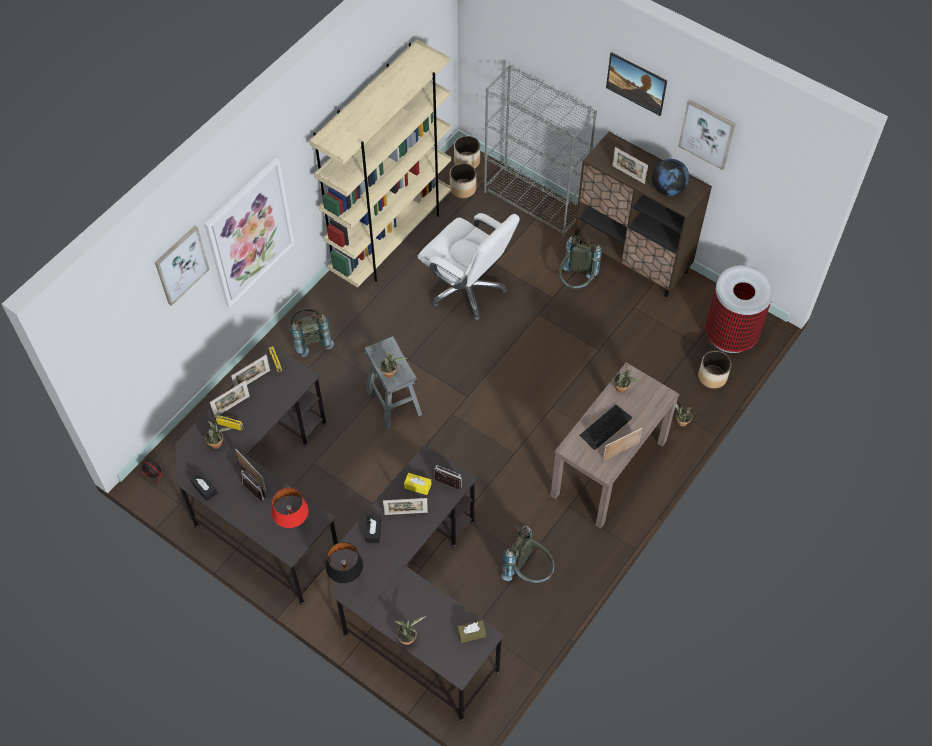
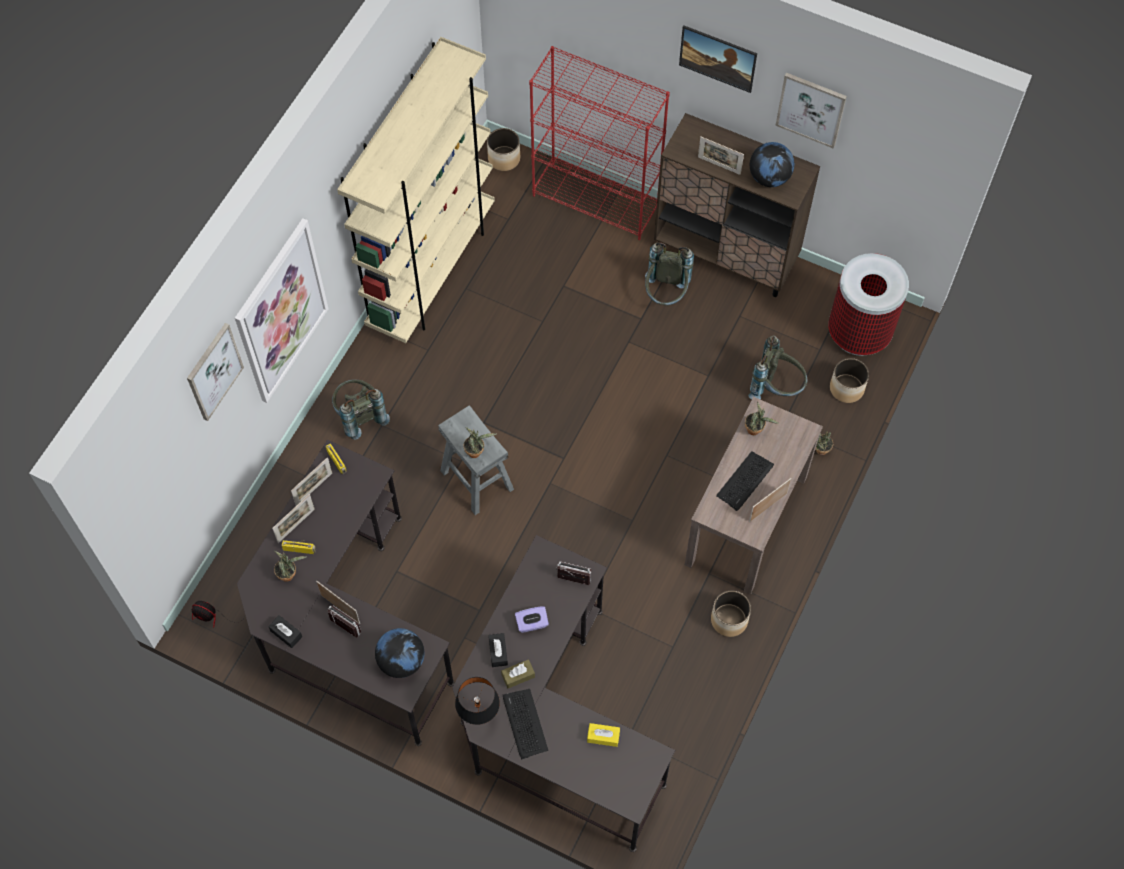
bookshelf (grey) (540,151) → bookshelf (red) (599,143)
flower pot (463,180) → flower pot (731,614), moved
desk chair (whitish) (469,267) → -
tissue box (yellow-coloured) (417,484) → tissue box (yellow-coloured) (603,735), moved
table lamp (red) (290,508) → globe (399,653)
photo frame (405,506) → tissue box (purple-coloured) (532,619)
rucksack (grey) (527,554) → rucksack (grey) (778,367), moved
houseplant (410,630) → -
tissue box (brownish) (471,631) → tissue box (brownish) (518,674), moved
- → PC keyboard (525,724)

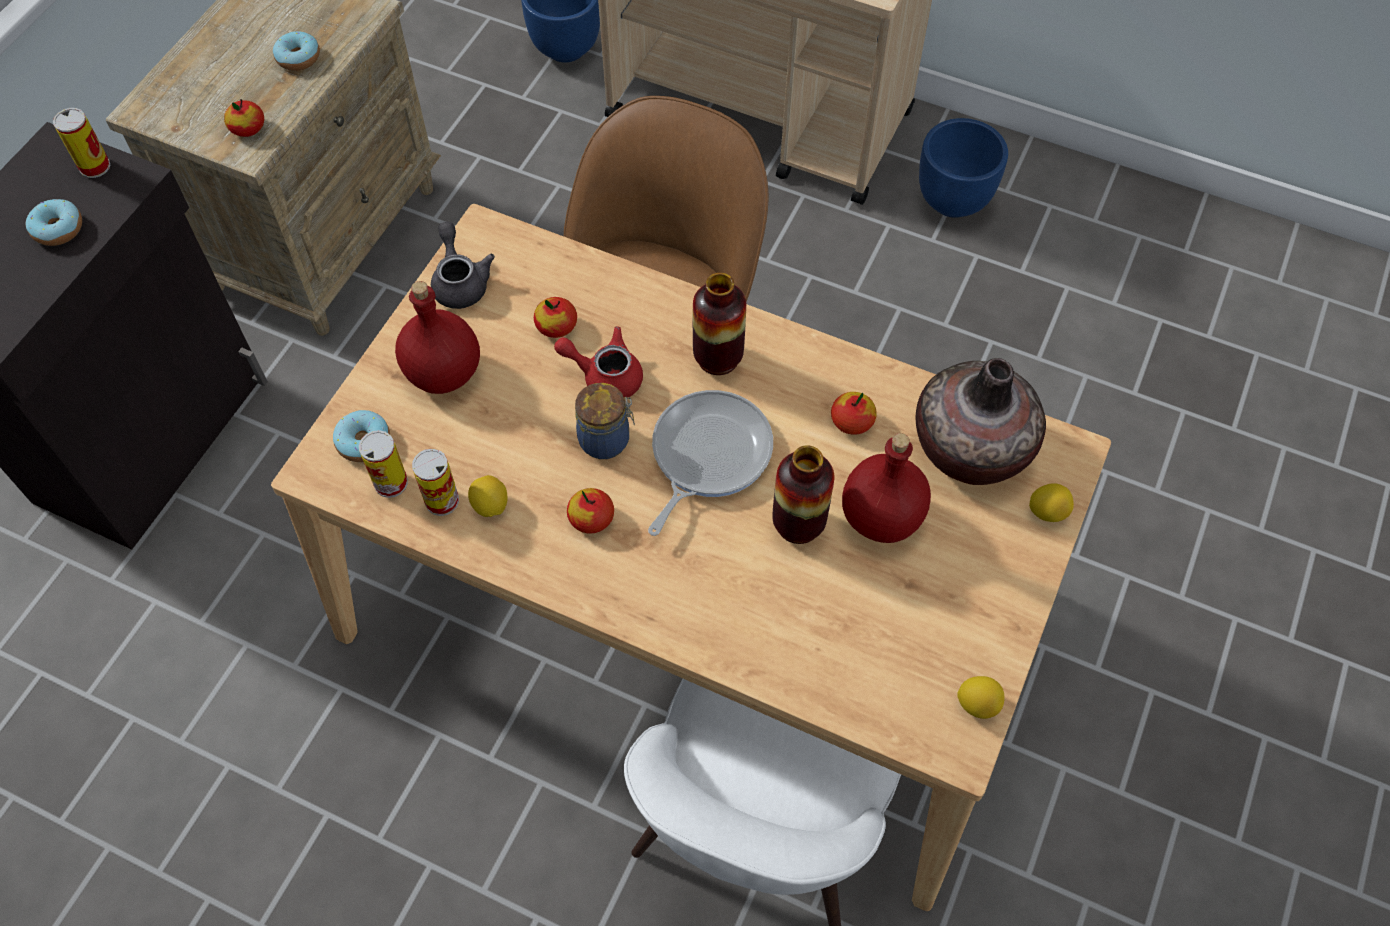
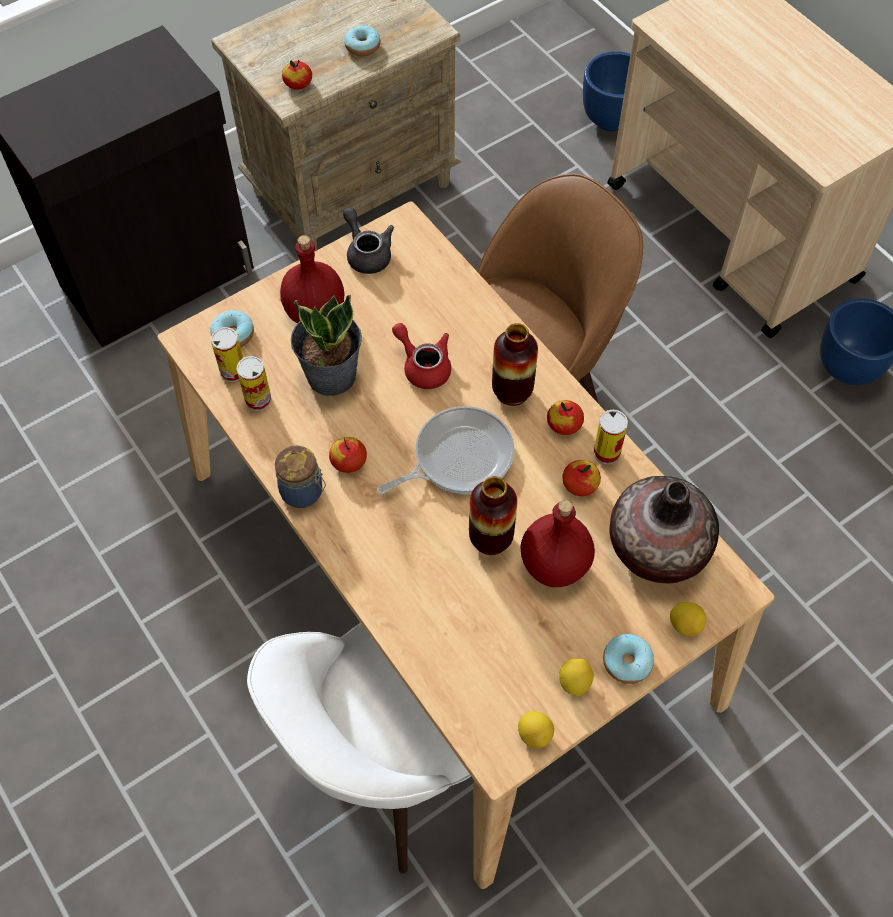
can (81,143) → can (610,436), moved
ring doughnut (53,222) → ring doughnut (628,659), moved
teapot (grey) (463,265) → teapot (grey) (368,241), 45 degrees counterclockwise
apple fruit (555,317) → apple fruit (565,417), moved
storage jar (605,421) → storage jar (300,476), moved
lemon (487,496) → lemon (576,677), moved
- → houseplant (326,345)

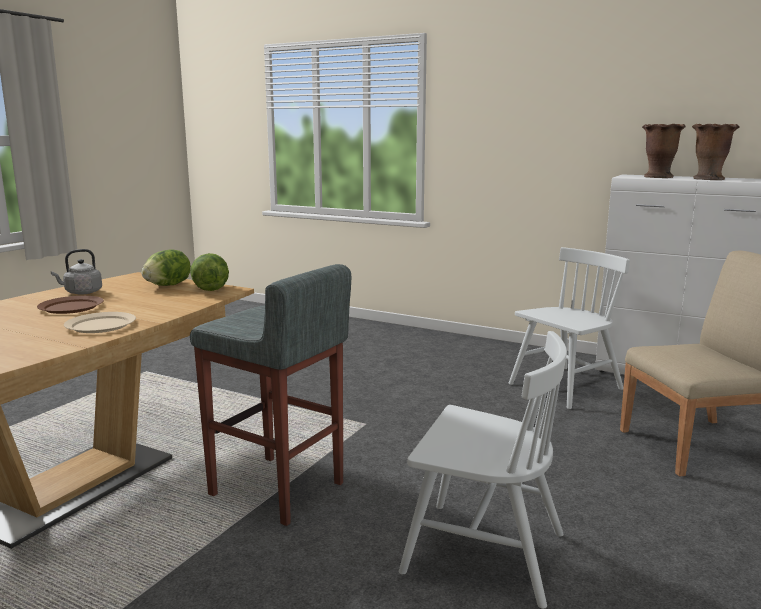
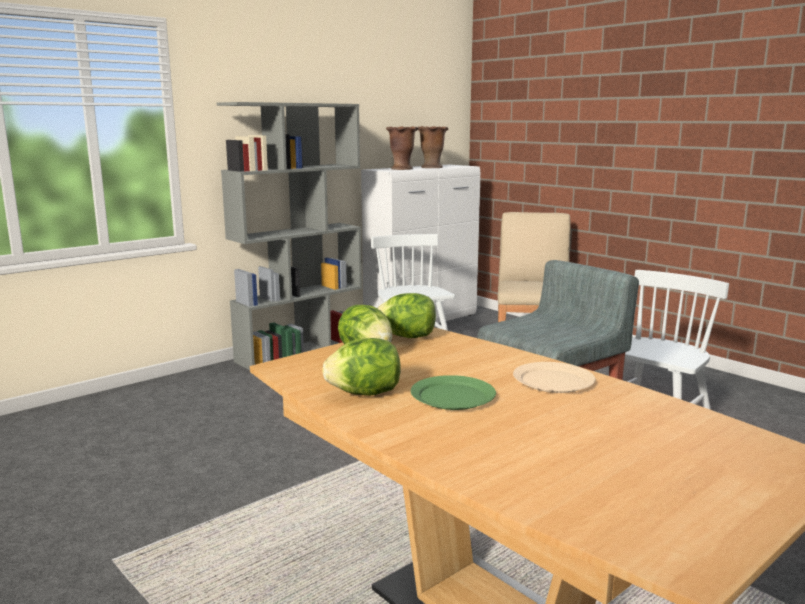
tea kettle (grey) (76,272) → head of lettuce (361,367)
dinner plate (brownish) (70,305) → dinner plate (greenish) (453,392)
- → bookshelf (grey) (289,236)

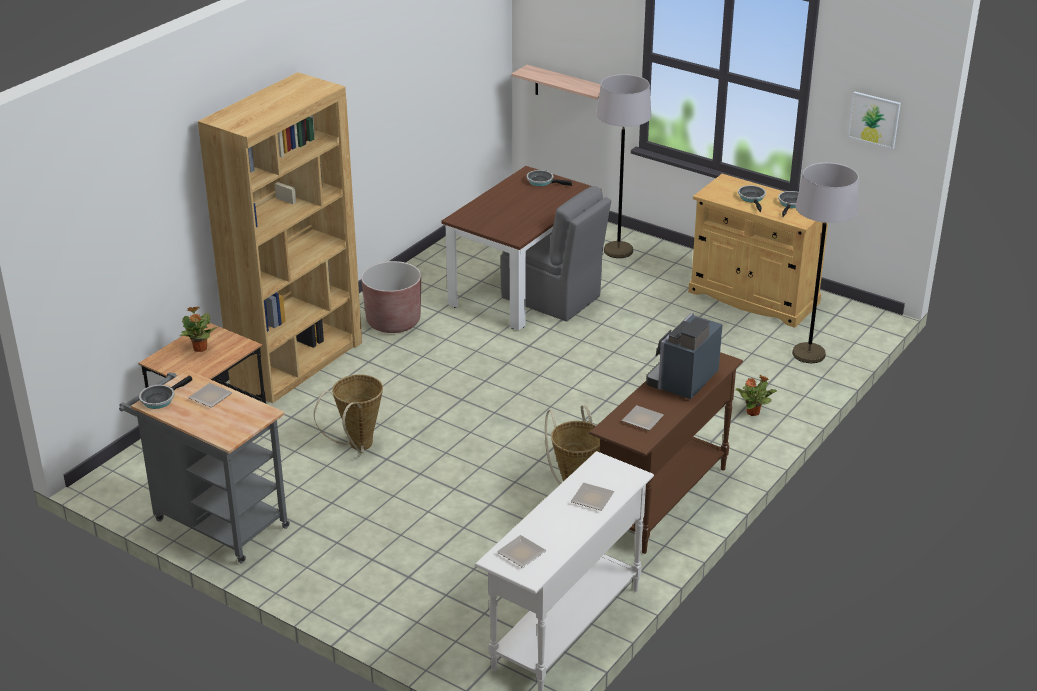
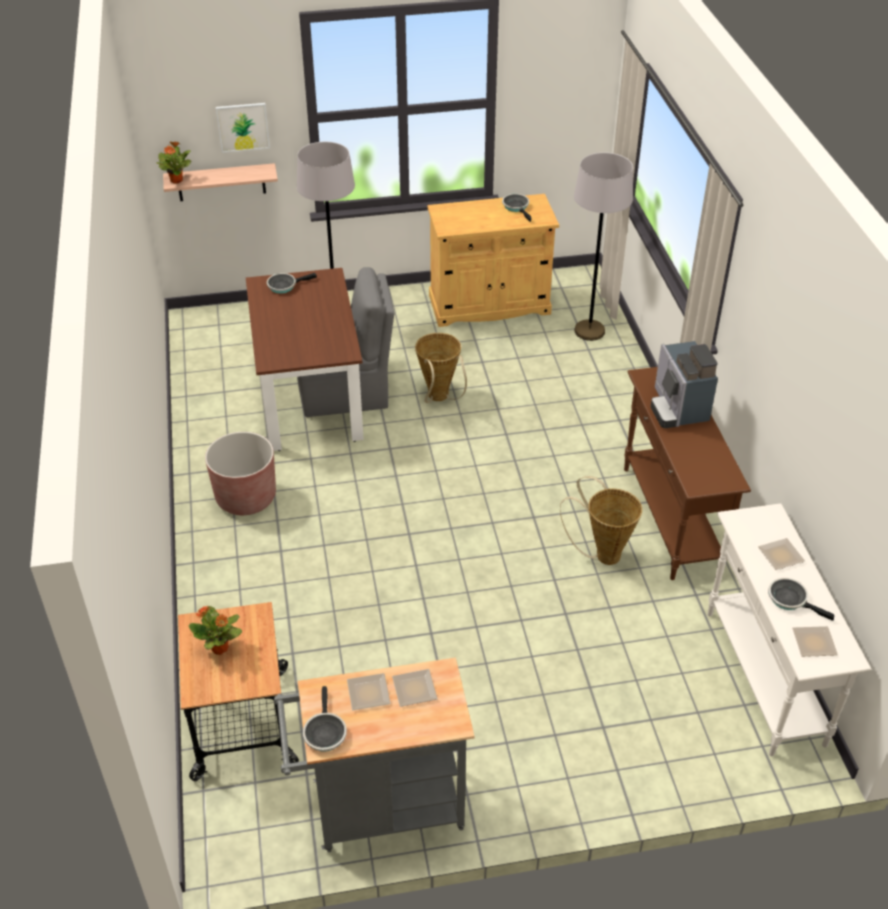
bookshelf (brownish) (280,237) → -
wall picture (874,120) → wall picture (243,128), moved
skillet (752,198) → skillet (801,599), moved
household basket (348,413) → household basket (441,368), moved
houseplant (756,395) → houseplant (173,162), moved
dinner plate (643,418) → dinner plate (415,688), moved

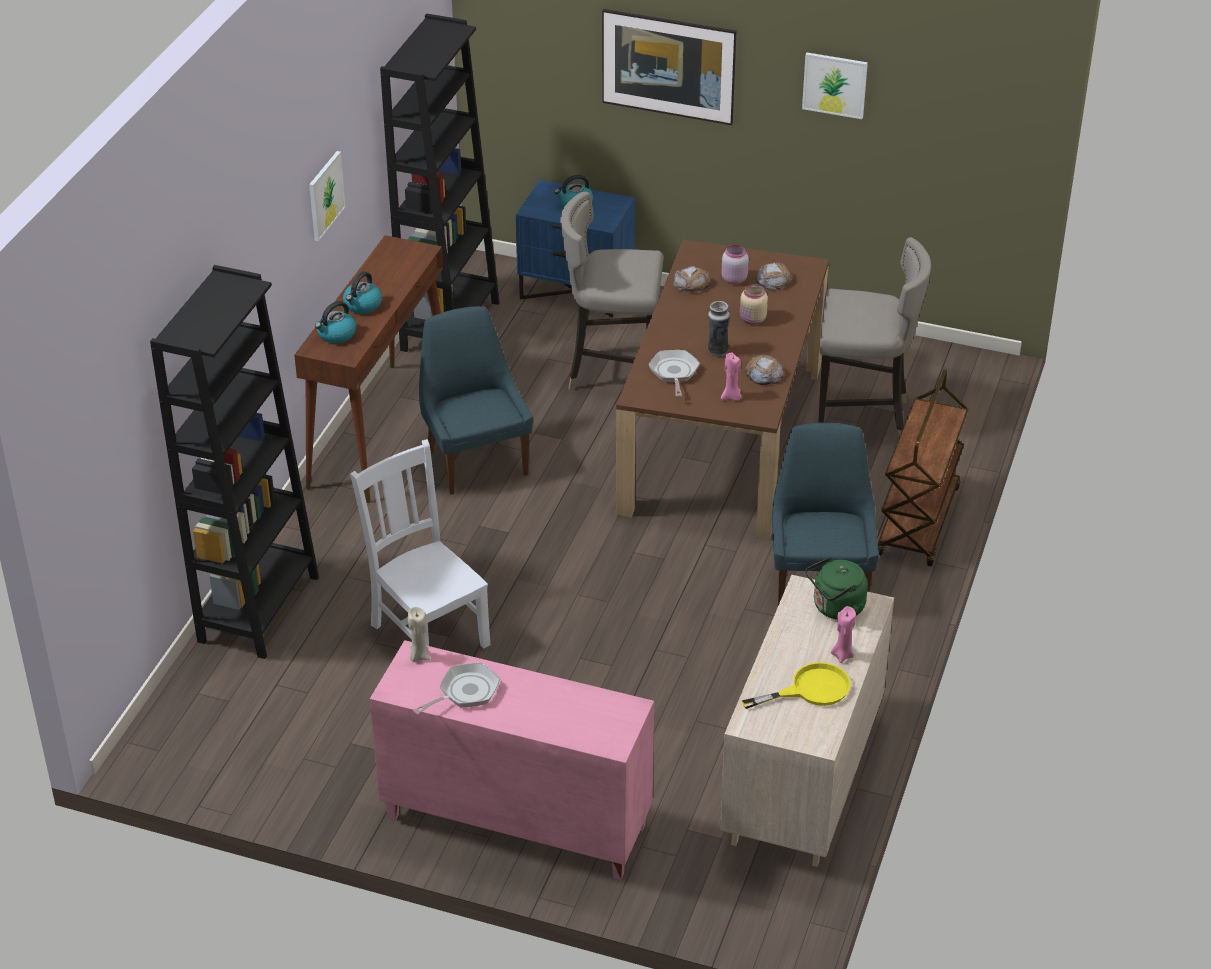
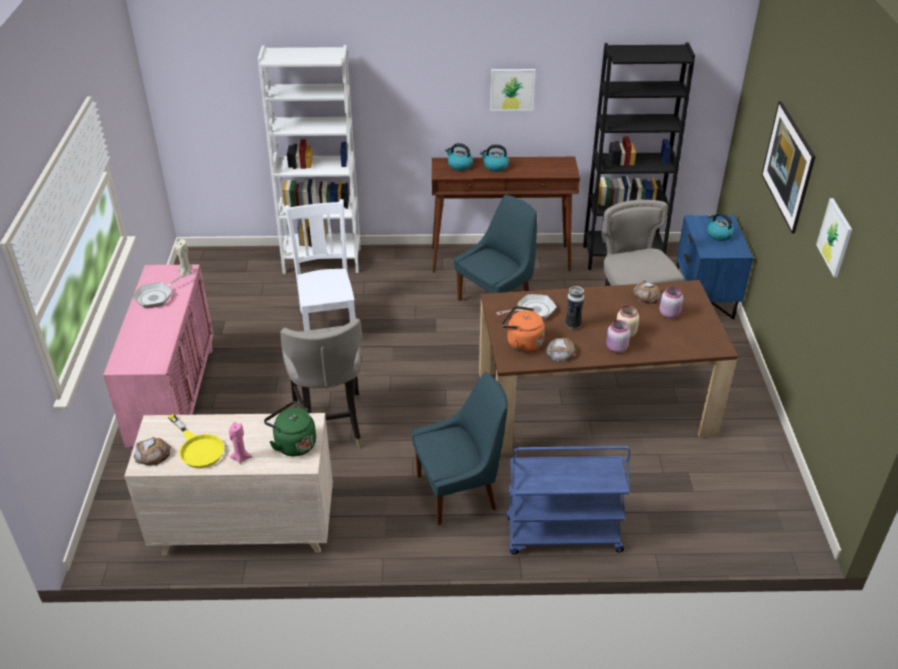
stool (grey) (874,337) → stool (grey) (321,383), moved
bread (774,276) → bread (152,451), moved
bookshelf (blackish) (234,462) → bookshelf (whitish) (309,159)
candle (pink) (731,377) → tea kettle (orange) (523,329)
trolley (brownish) (923,468) → trolley (blue) (568,500)
upright chair (whitish) (420,543) → upright chair (whitish) (320,265), 45 degrees counterclockwise
skillet (456,688) → skillet (161,290), 105 degrees clockwise
- → storage jar (pink) (618,336)

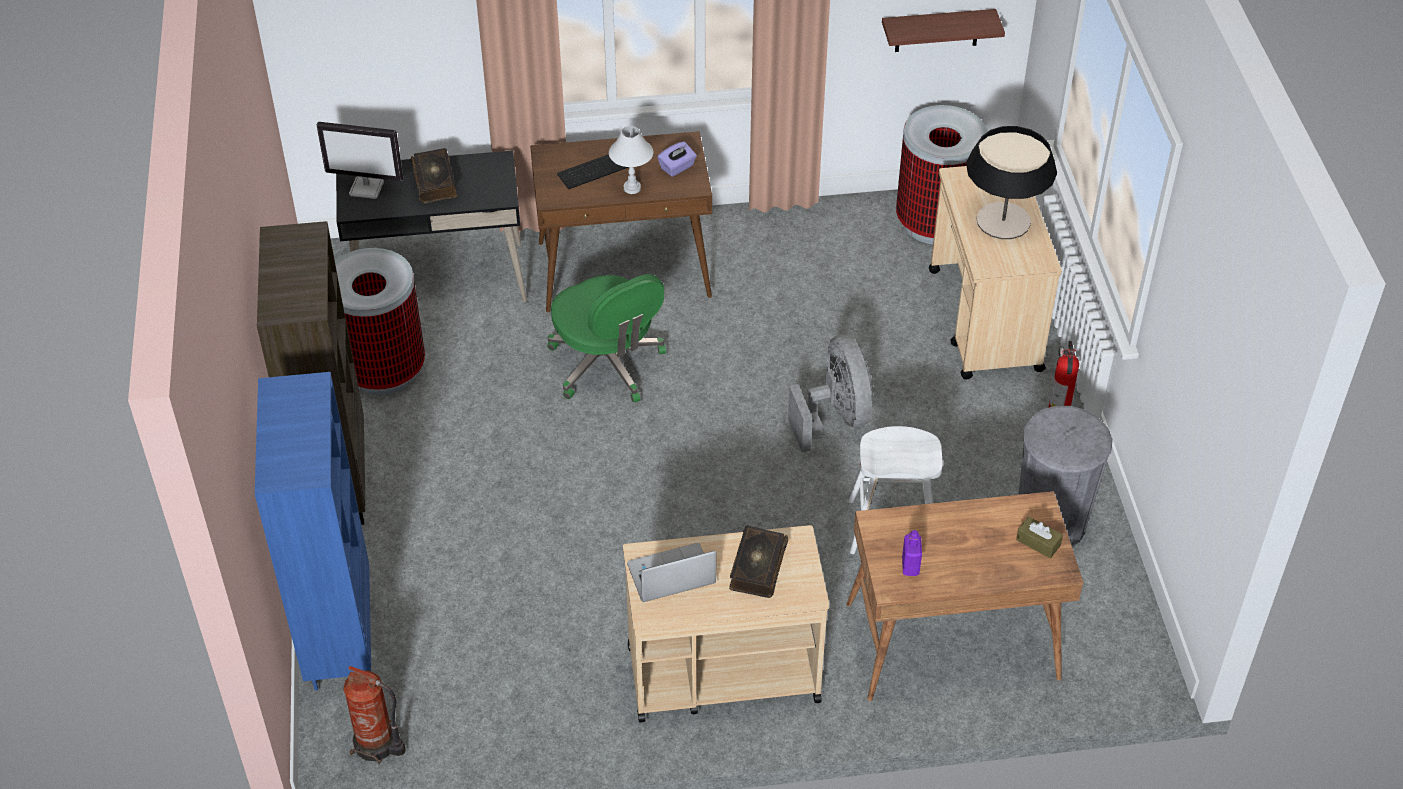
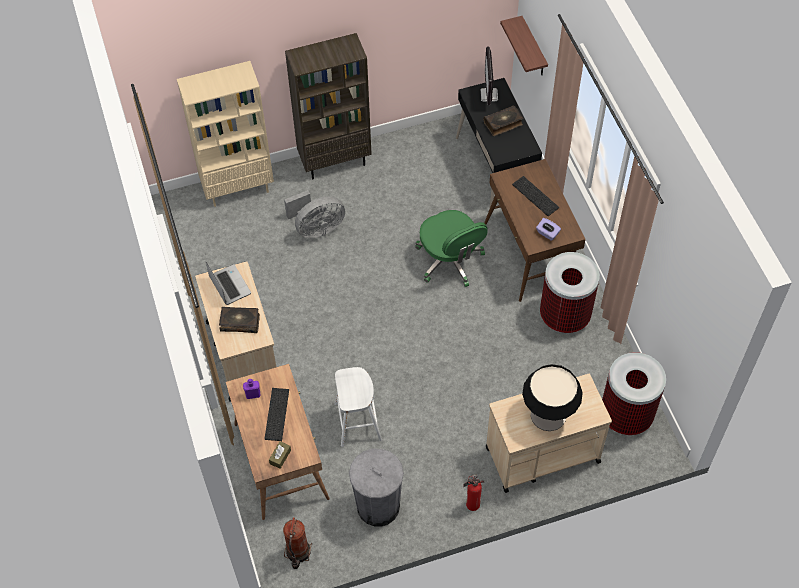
bracket shelf (943,30) → bracket shelf (524,45), moved
table lamp (whitish) (631,160) → -
rubbish bin (380,321) → rubbish bin (570,293), moved
desk chair (greenish) (606,338) → desk chair (greenish) (451,248), 75 degrees counterclockwise
cooling fan (grey) (830,393) → cooling fan (grey) (314,214), moved
bookshelf (blue) (313,531) → bookshelf (sand-coloured) (225,134)
fire extinguisher (374,715) → fire extinguisher (297,543), moved
- → PC keyboard (276,414)

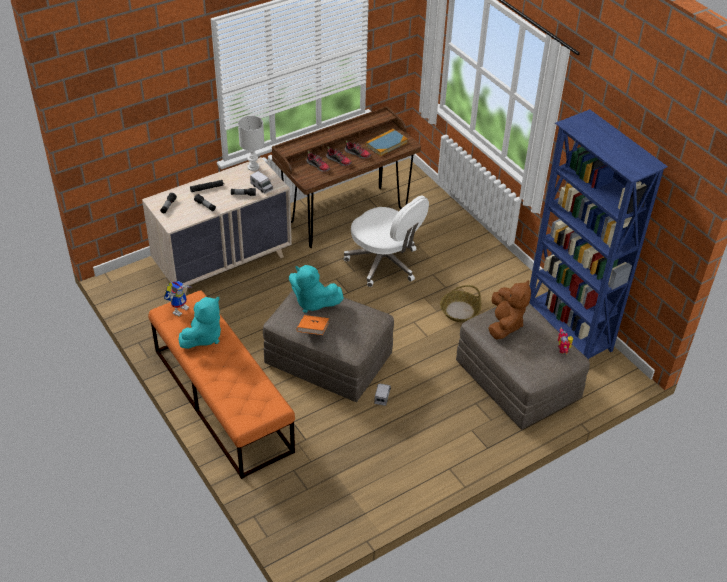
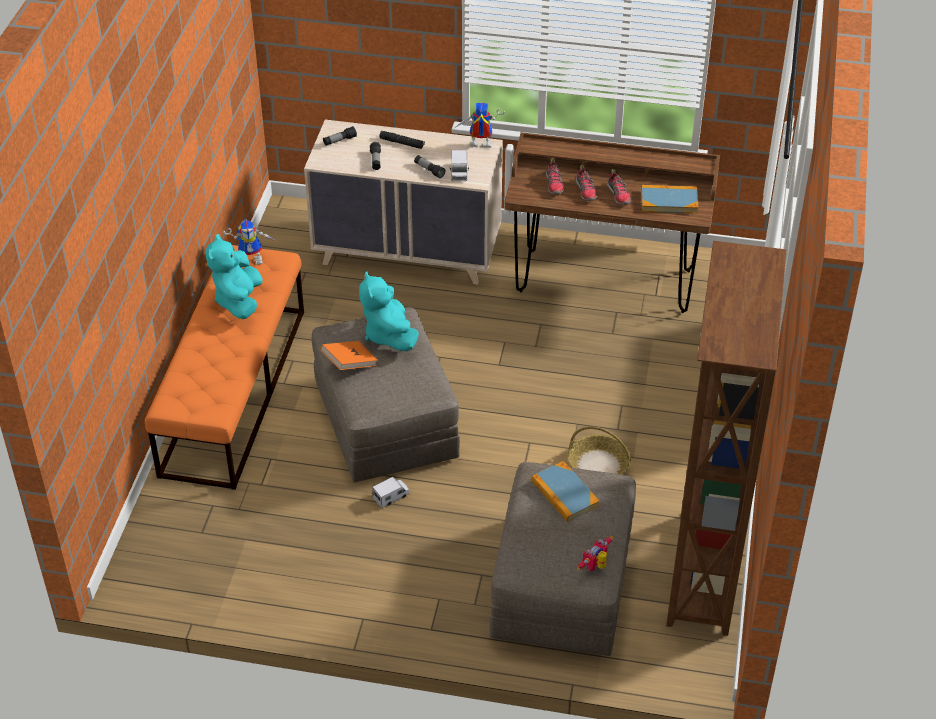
bookshelf (blue) (598,234) → bookshelf (brownish) (726,438)
table lamp (whitish) (251,143) → robot figure (480,125)
desk chair (whitish) (386,241) → -
plush toy (brownish) (509,310) → book (565,491)
plush toy (blue-green) (199,323) → plush toy (blue-green) (234,276), 105 degrees clockwise

